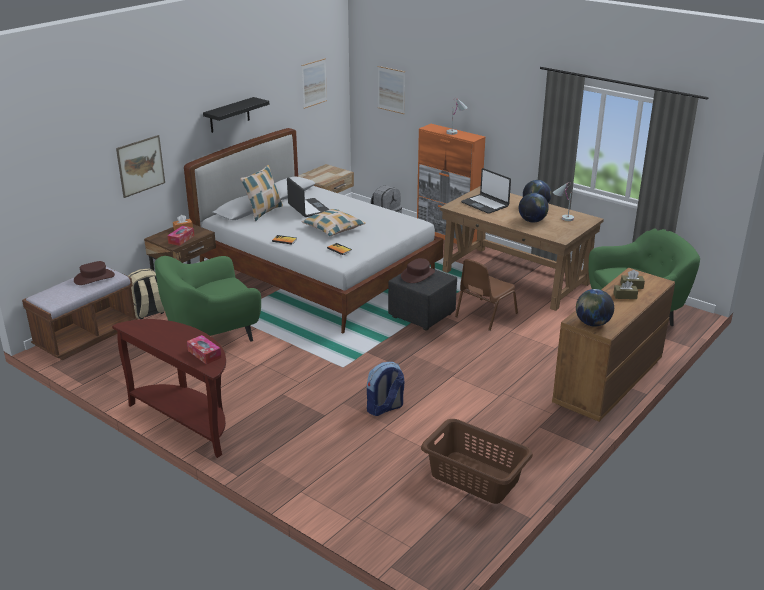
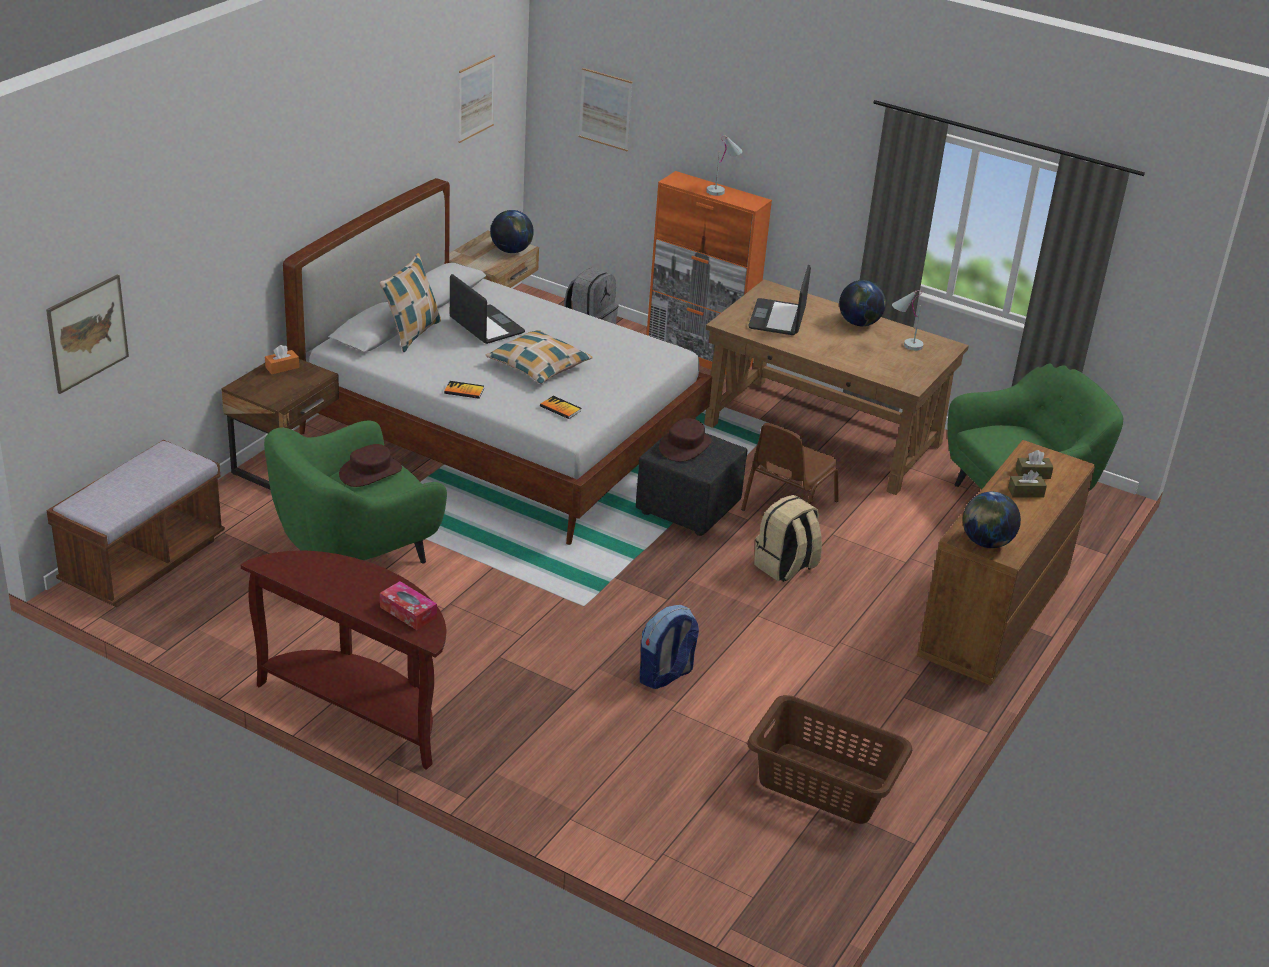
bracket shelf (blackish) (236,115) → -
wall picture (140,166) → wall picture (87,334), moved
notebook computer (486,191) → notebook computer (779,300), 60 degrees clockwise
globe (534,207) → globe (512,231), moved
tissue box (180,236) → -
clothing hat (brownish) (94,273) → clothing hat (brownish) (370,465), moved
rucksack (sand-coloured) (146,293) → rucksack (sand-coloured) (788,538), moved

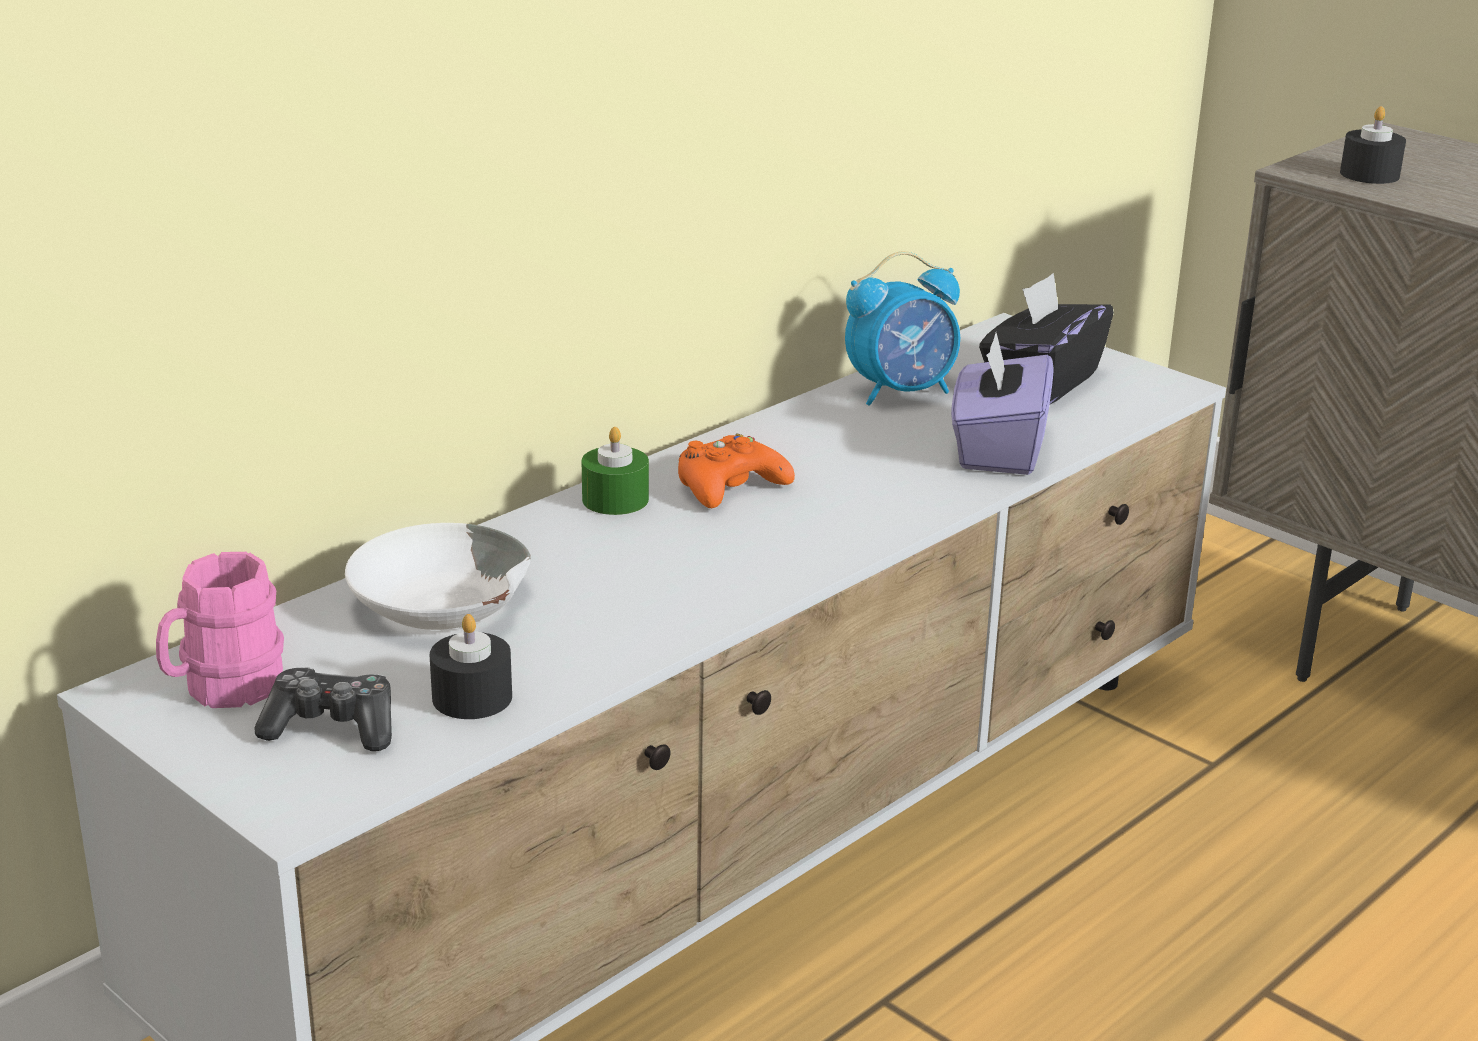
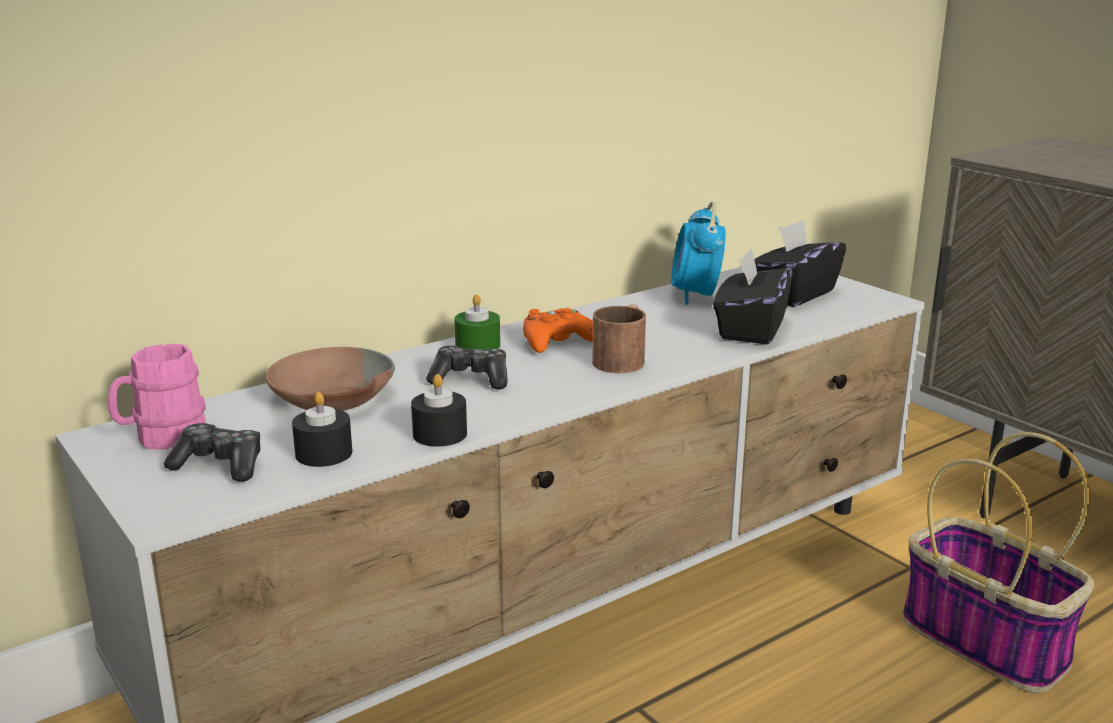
candle (blackish) (1373,145) → candle (blackish) (439,410), moved
alarm clock (902,328) → alarm clock (698,253), 105 degrees clockwise
tissue box (purple-coloured) (1002,404) → tissue box (blackish) (753,296)
bowl (whitish) (438,576) → bowl (brownish) (330,379)
- → mug (brownish) (619,338)
- → game controller (467,367)
- → household basket (998,562)

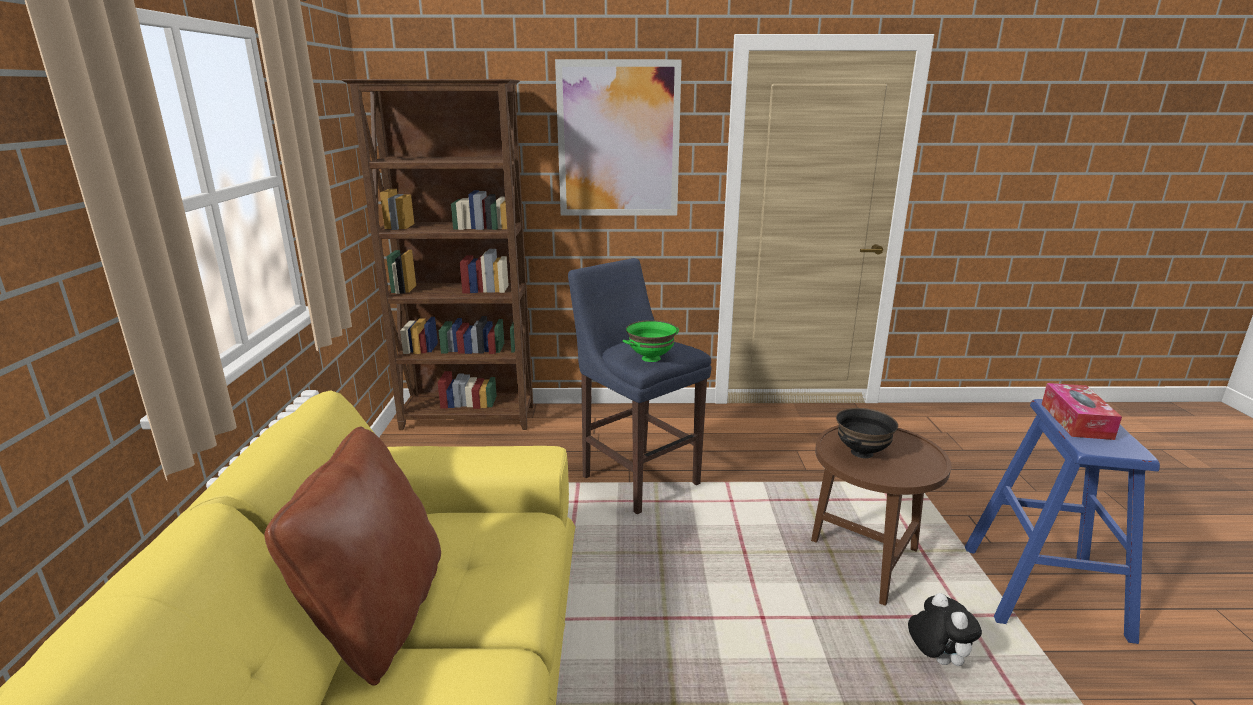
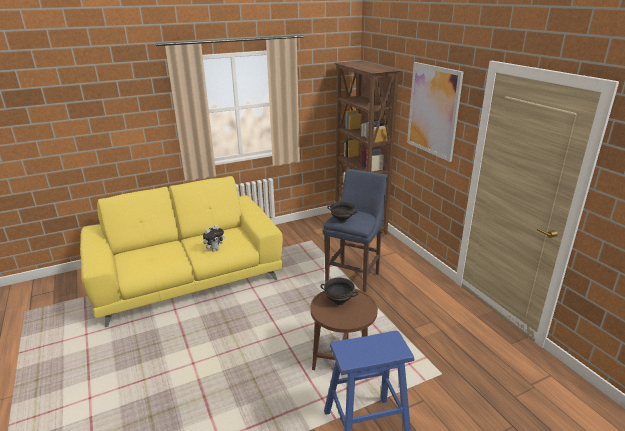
bowl (greenish) (651,341) → bowl (blackish) (342,211)
tissue box (1082,411) → -
cushion (brownish) (353,556) → -
plush toy (945,629) → plush toy (214,238), moved

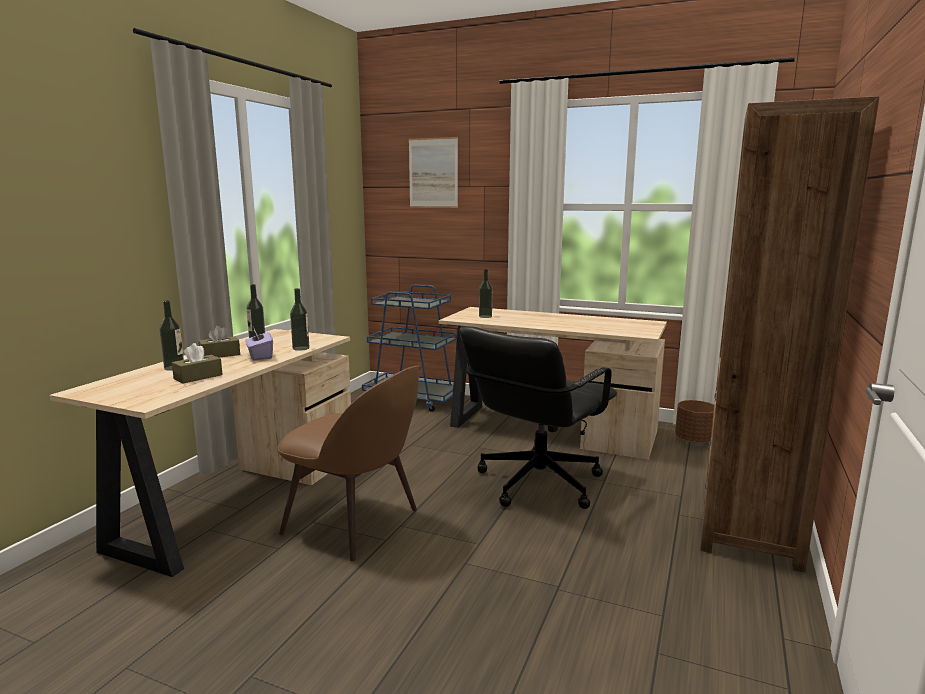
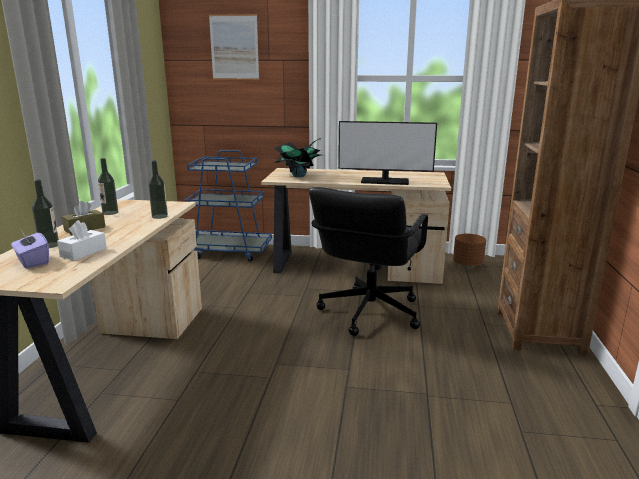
drink bottle (485,293) → houseplant (297,157)
tissue box (purple-coloured) (259,344) → tissue box (purple-coloured) (30,249), moved
tissue box (brownish) (197,363) → tissue box (whitish) (82,240)
upright chair (brownish) (348,463) → -
- → computer screen (387,153)

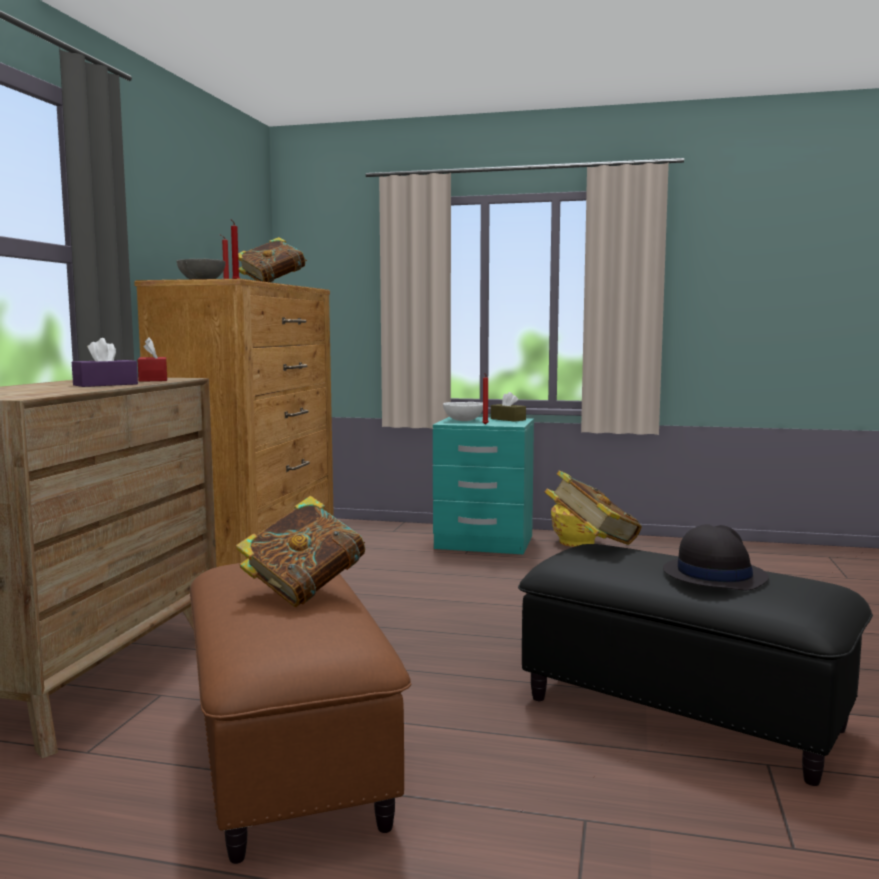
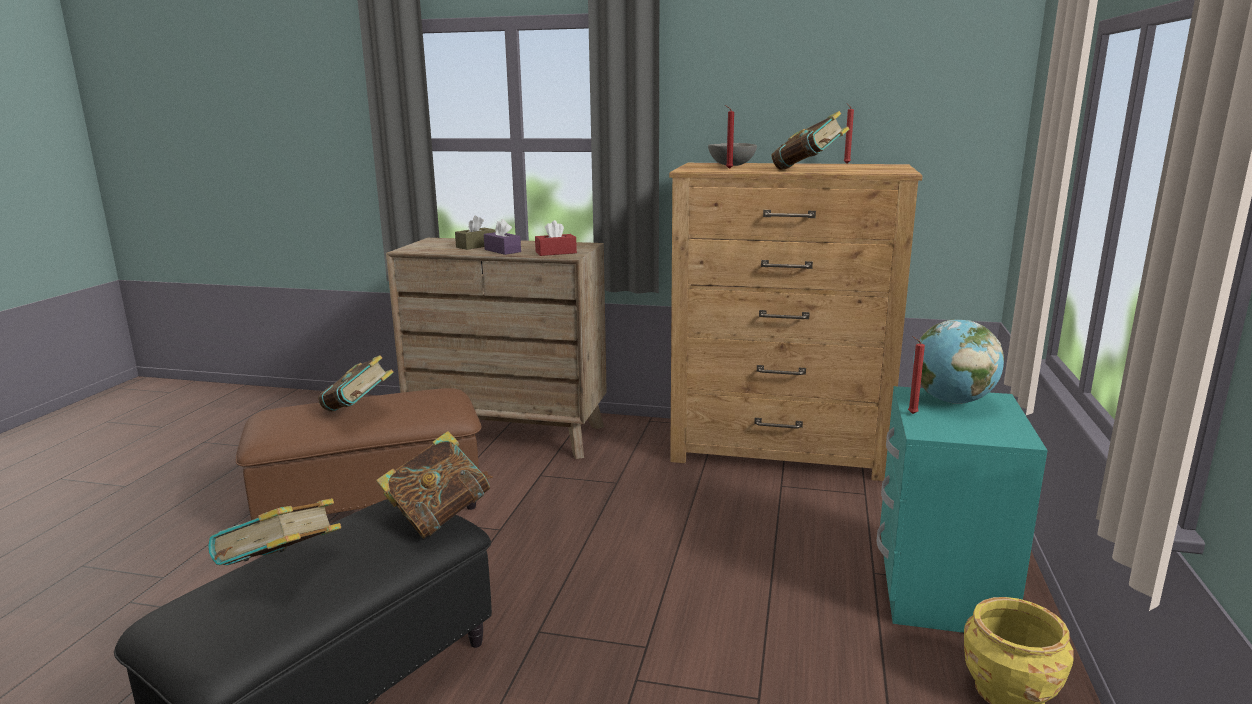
tissue box (brownish) (508,407) → tissue box (brownish) (475,233), moved
bowl (whitish) (463,411) → globe (958,361)
clothing hat (blackish) (716,557) → book (274,531)

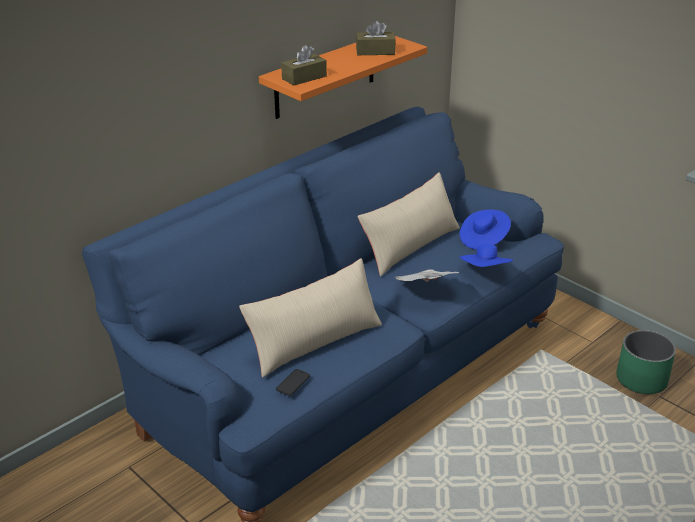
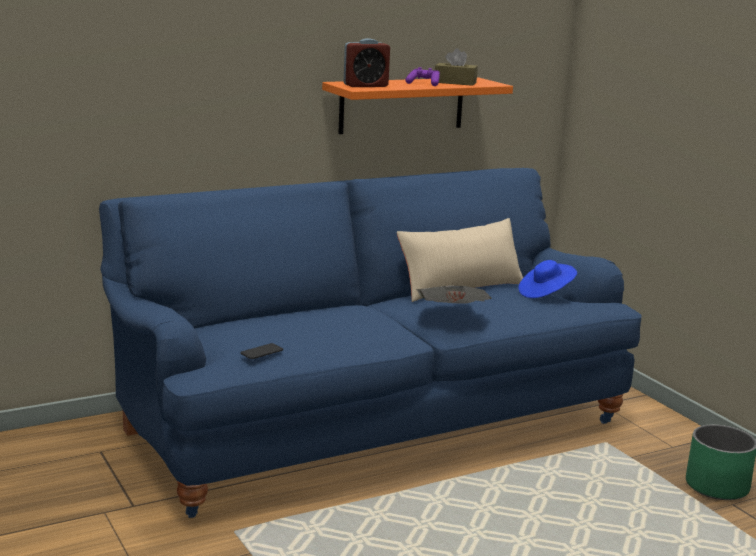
tissue box (brownish) (304,65) → alarm clock (367,62)
clothing hat (blue) (486,255) → -
cushion (sand-coloured) (310,318) → -
- → game controller (purple-coloured) (422,76)

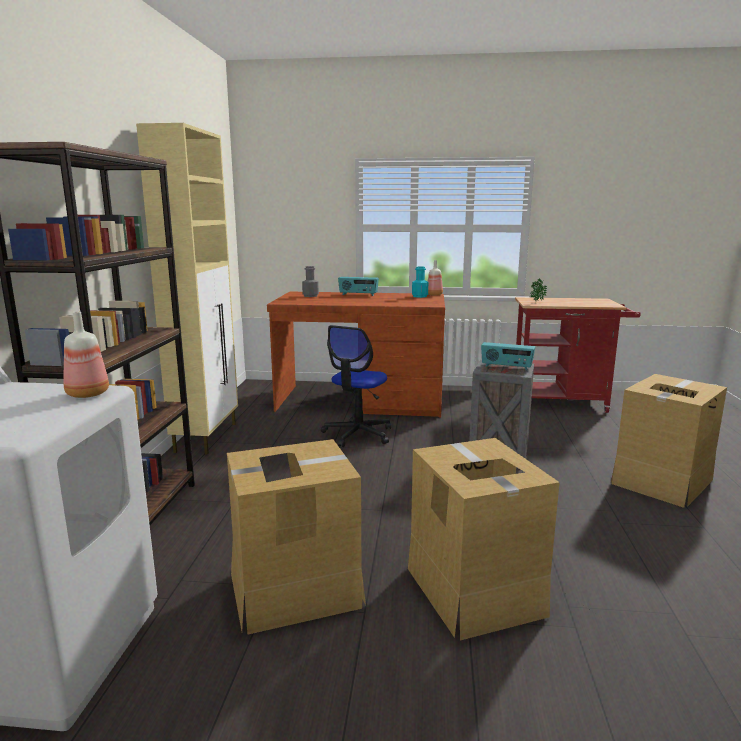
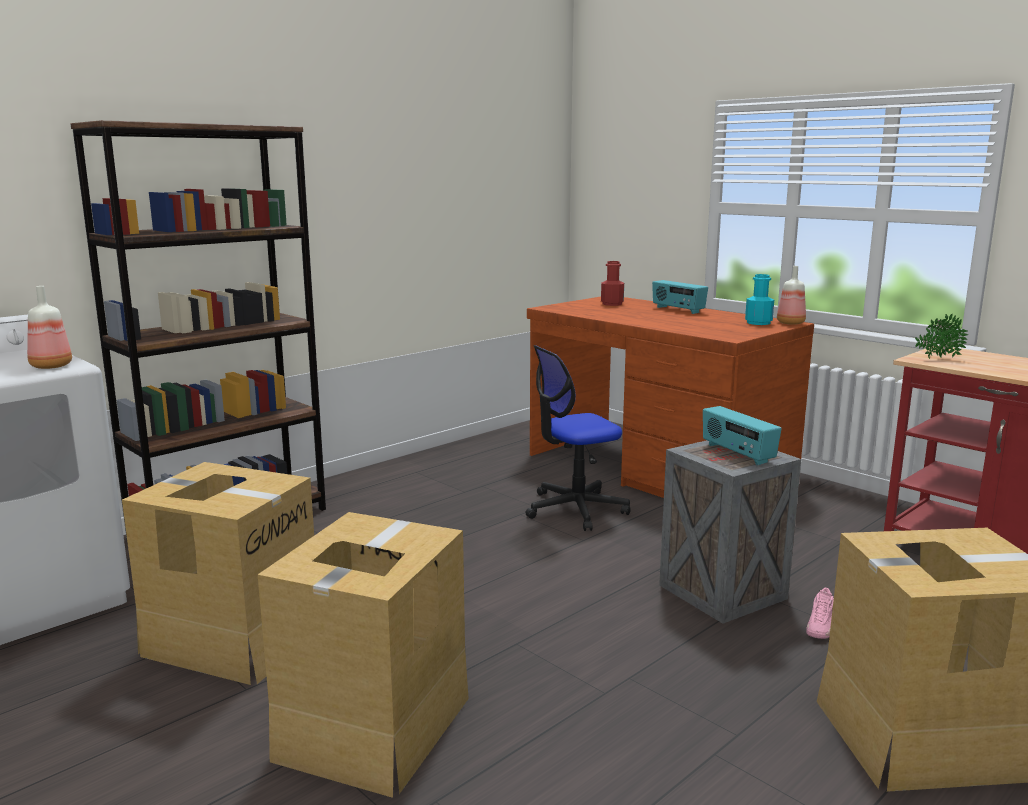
cabinet (sand-coloured) (187,289) → -
drink bottle (grey) (310,281) → drink bottle (red) (612,283)
- → low shoe (pink) (820,613)

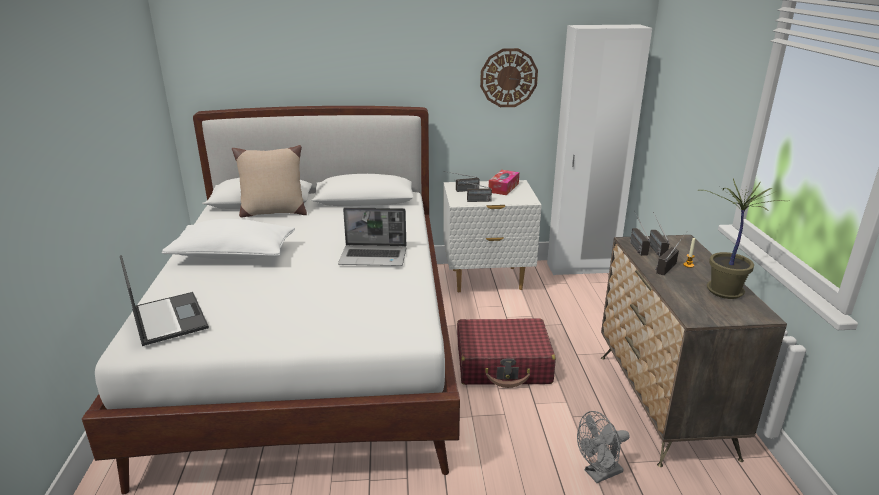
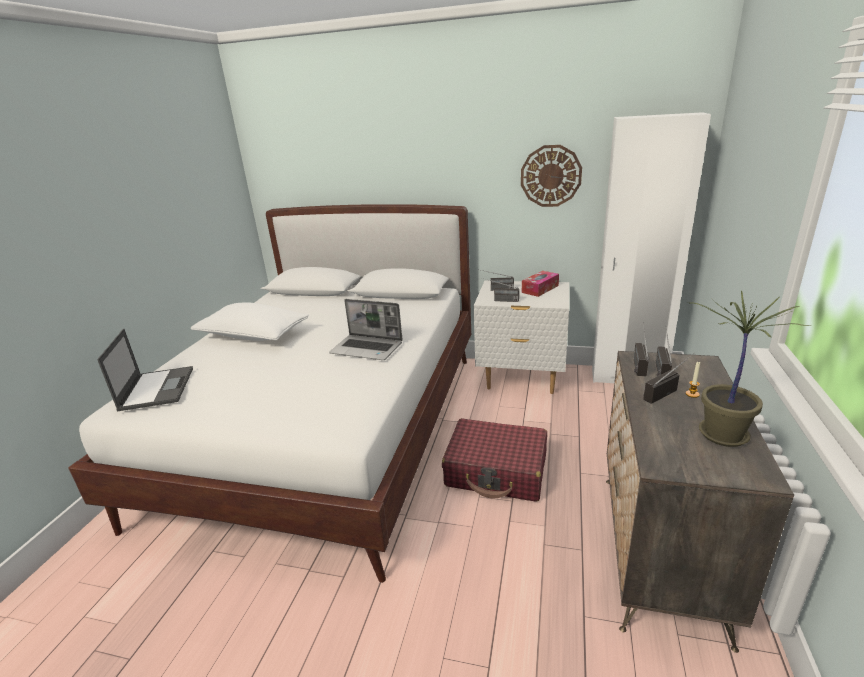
cushion (sand-coloured) (269,181) → -
cooling fan (grey) (603,447) → -

